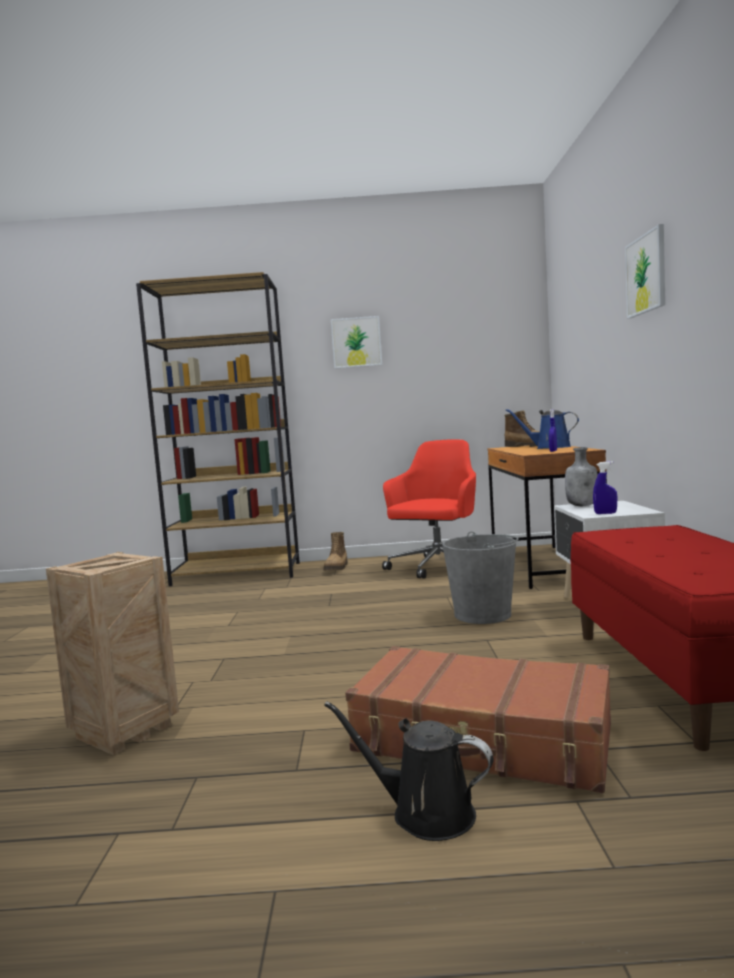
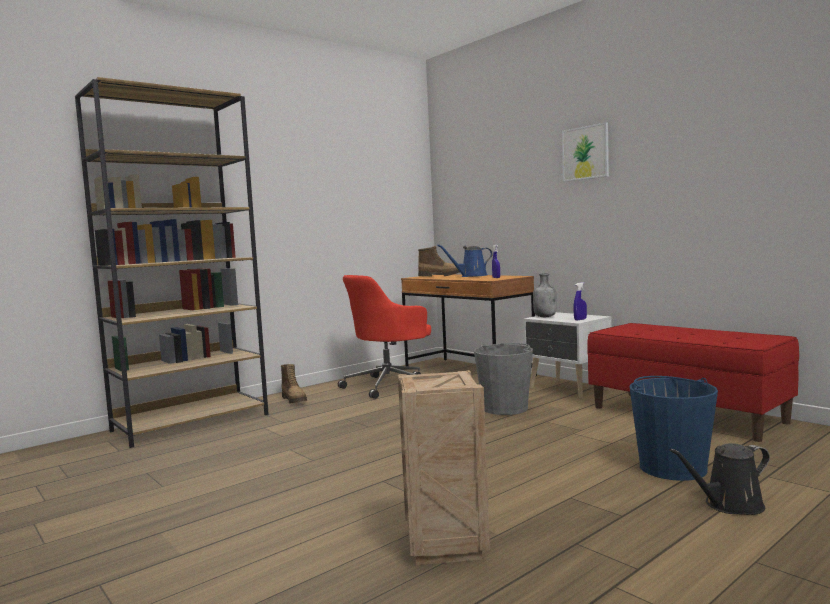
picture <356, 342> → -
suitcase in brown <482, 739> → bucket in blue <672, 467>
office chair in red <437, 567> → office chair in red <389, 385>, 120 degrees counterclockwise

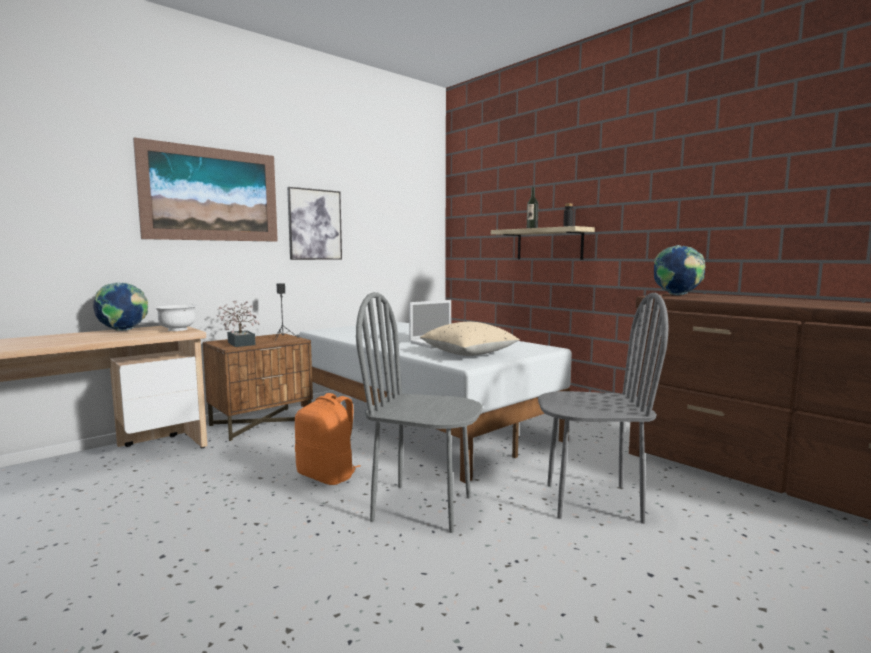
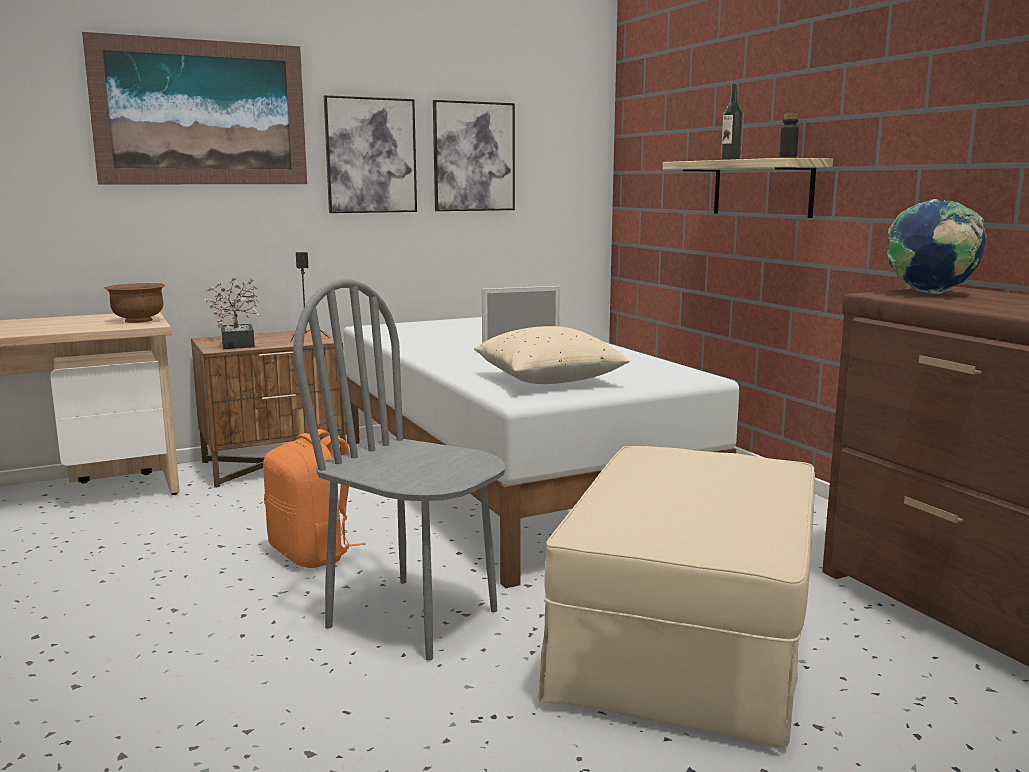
globe <123, 331> → -
bowl in white <177, 330> → bowl in brown <138, 320>
chair in grey <592, 502> → ottoman in beige <688, 644>
- → picture <473, 157>

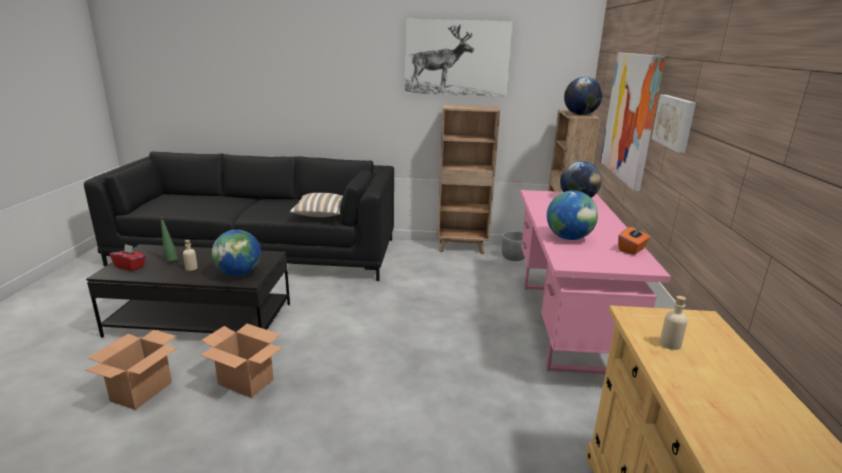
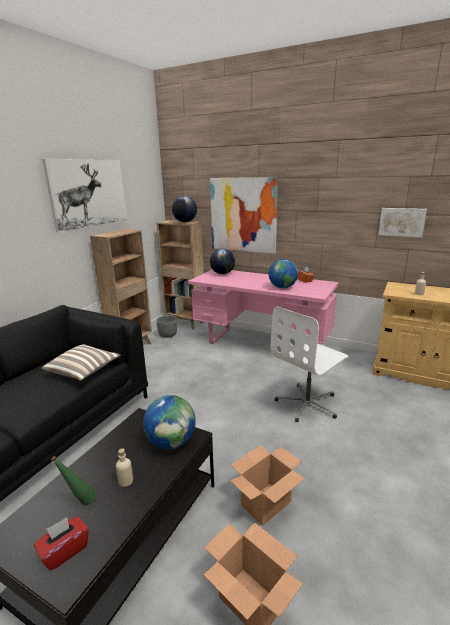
picture <675, 122> → picture <402, 222>, move
- → office chair in white <308, 404>

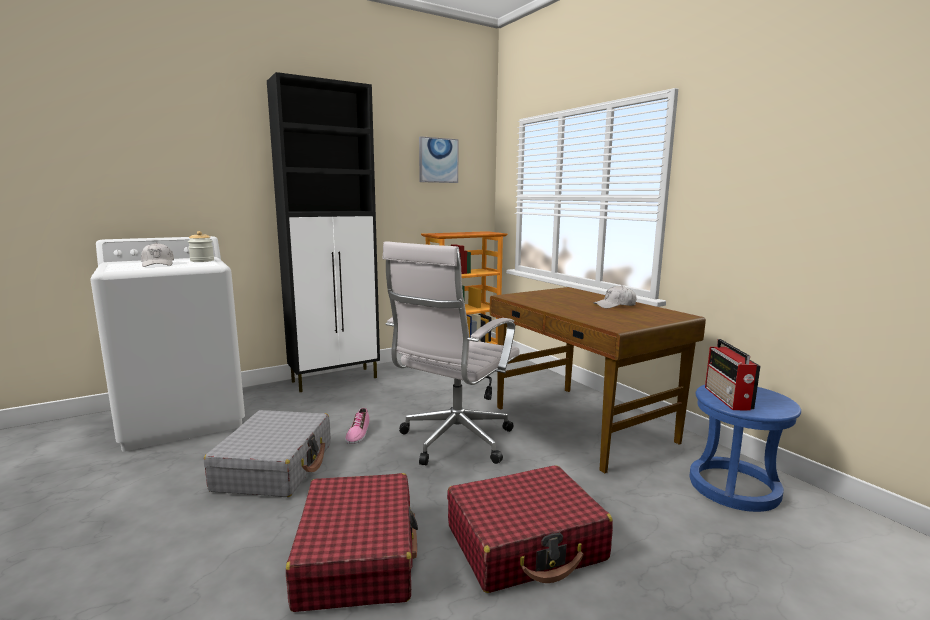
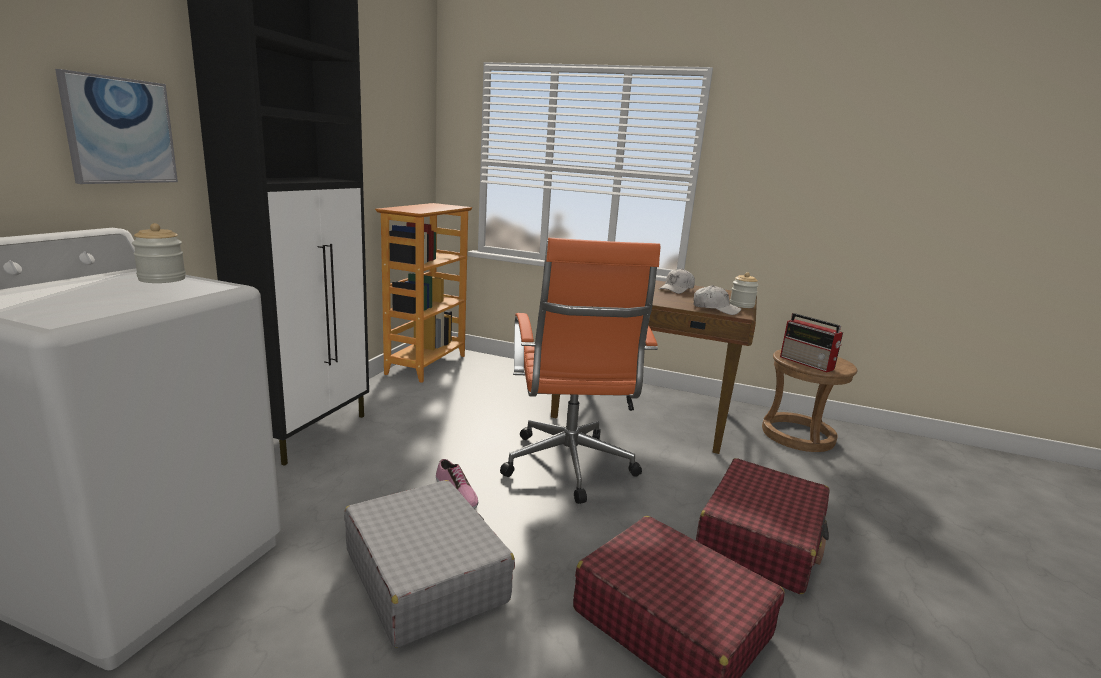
cap in white <158, 264> → cap in white <715, 309>, move
office chair in white <453, 442> → office chair in orange <569, 468>
picture <438, 160> → picture <120, 131>, move
stool in blue <734, 487> → stool in brown <798, 435>
- → jar <741, 305>

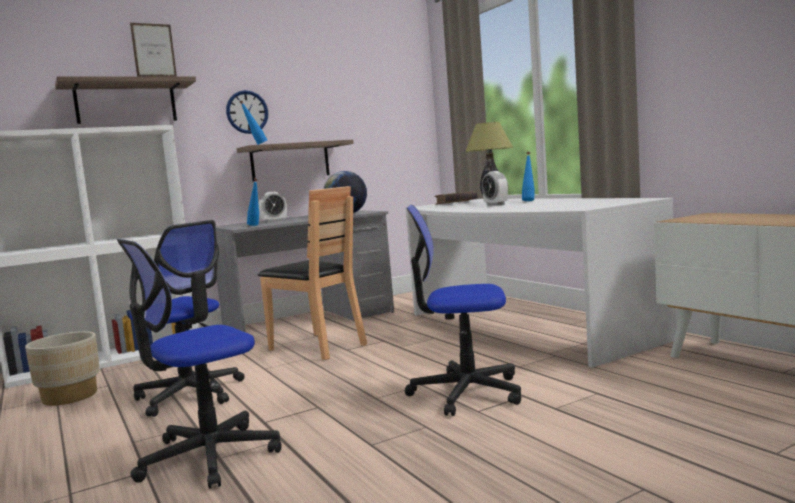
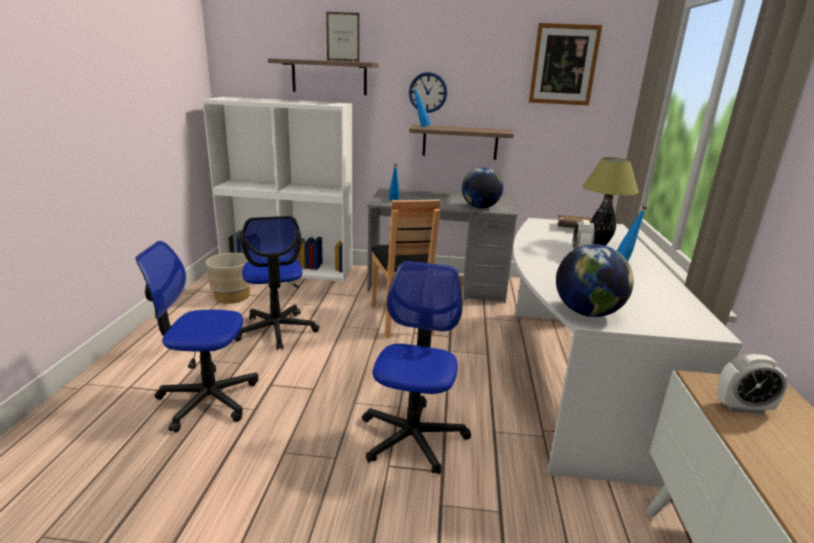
alarm clock <274, 221> → alarm clock <743, 407>, move
office chair <466, 392> → office chair <412, 437>, 60 degrees clockwise
- → picture <564, 65>
- → globe <587, 312>

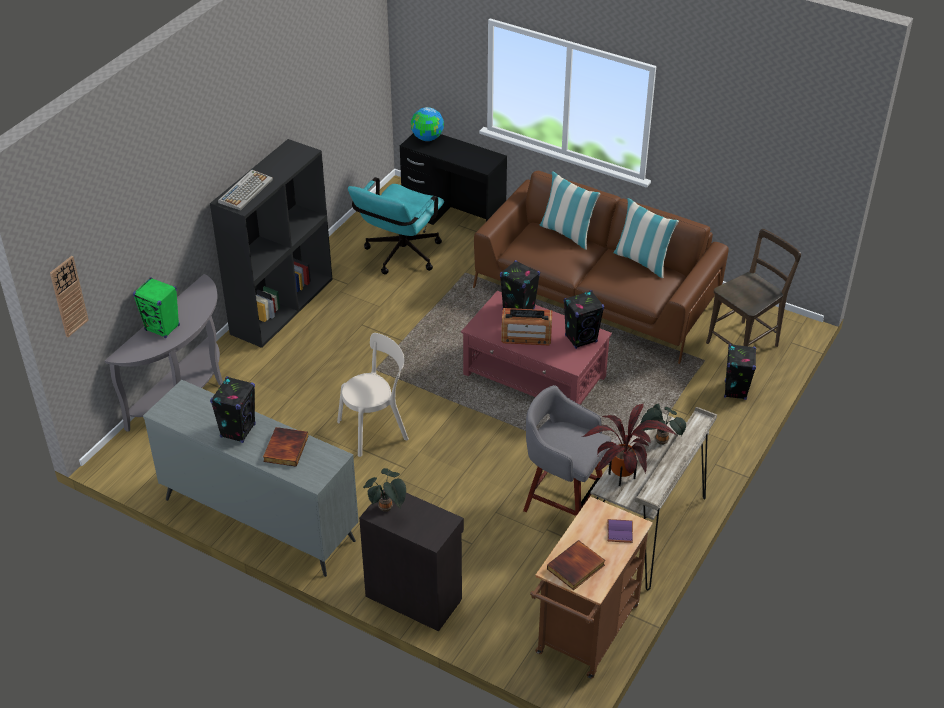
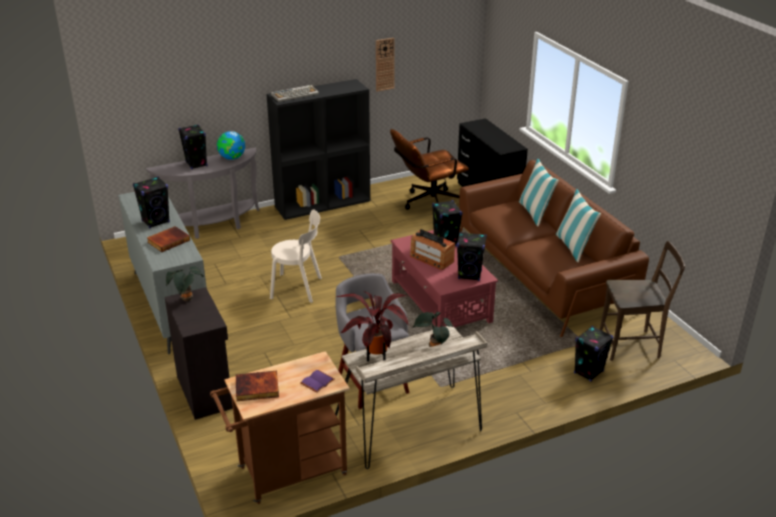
wall clock <68, 296> → wall clock <384, 64>, move
speaker in green <162, 328> → speaker in black <196, 164>
office chair in turquoise <399, 257> → office chair in brown <427, 204>
globe <427, 138> → globe <232, 158>, move

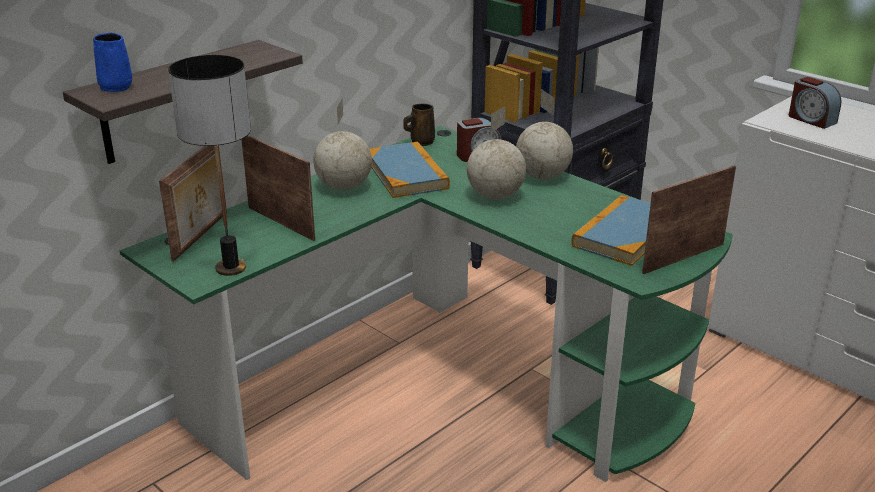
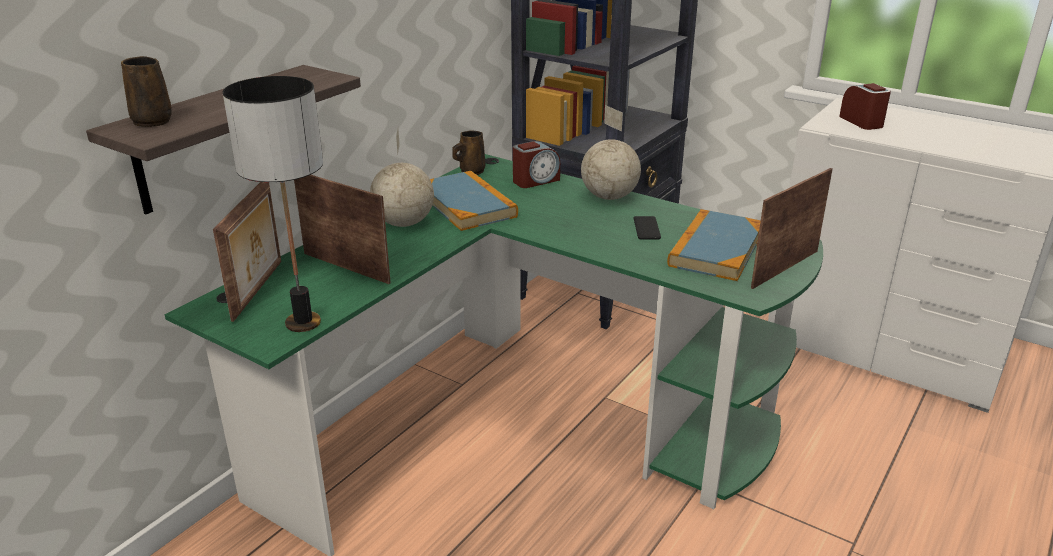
mug in blue <115, 86> → mug in brown <151, 121>
globe <496, 196> → -
alarm clock <811, 119> → alarm clock <862, 122>, 150 degrees counterclockwise
- → phone <646, 228>

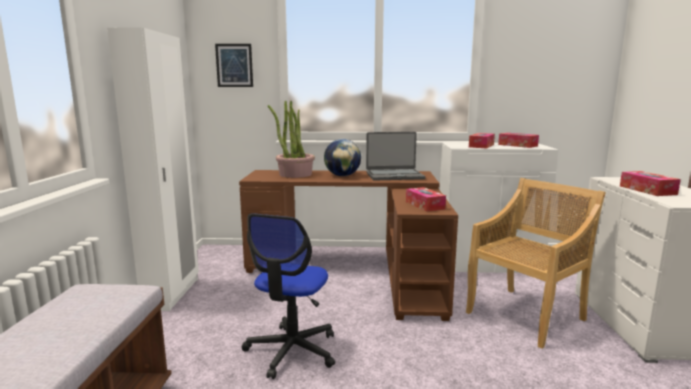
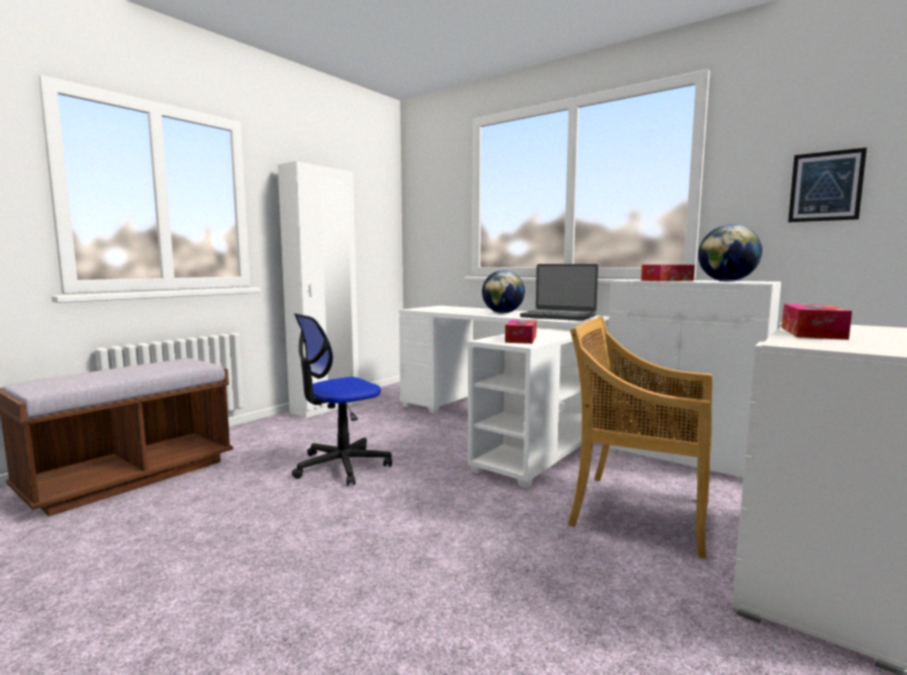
picture <234, 65> → picture <825, 186>, move
desk in brown <358, 271> → desk in white <506, 426>
potted plant <295, 174> → -
chair in beige <525, 315> → chair in beige <638, 512>, 150 degrees counterclockwise
tissue box <517, 145> → globe <727, 281>

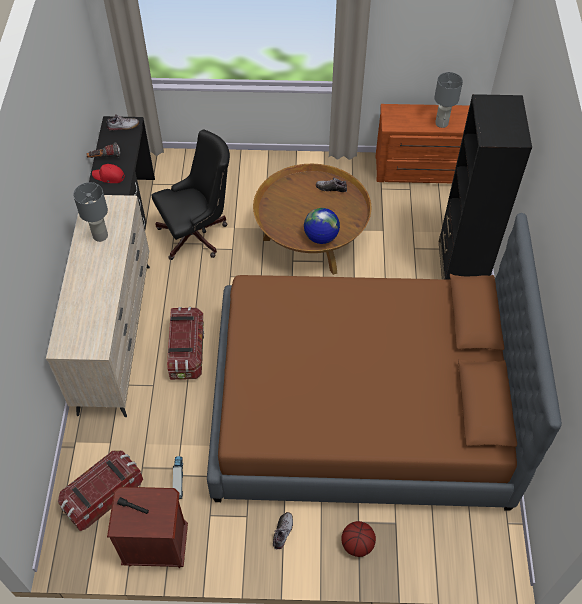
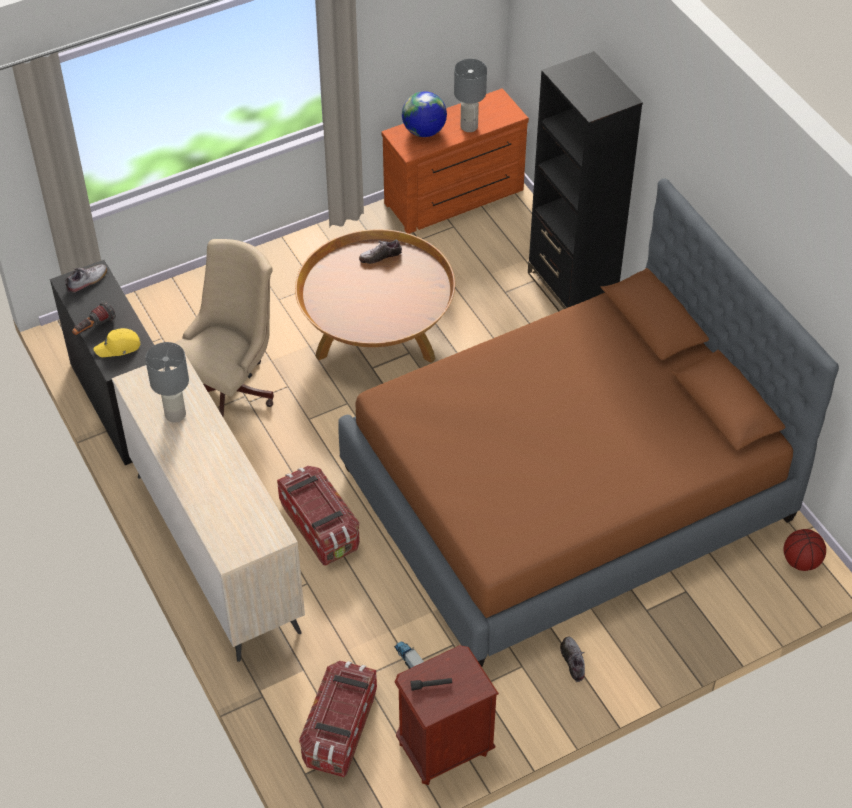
cap in red <109, 176> → cap in yellow <118, 347>
office chair in black <198, 234> → office chair in beige <230, 388>
globe <321, 237> → globe <424, 131>, move
basketball <357, 544> → basketball <801, 561>, move

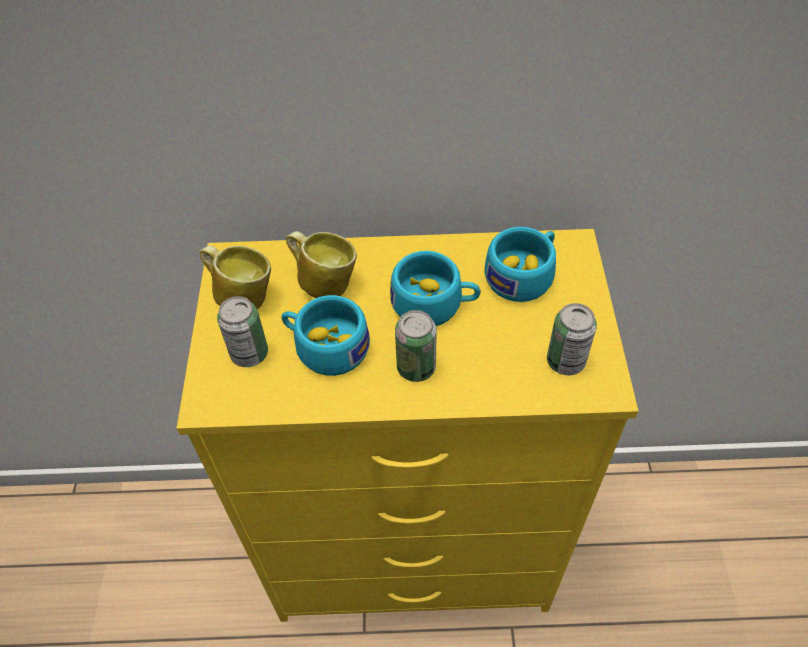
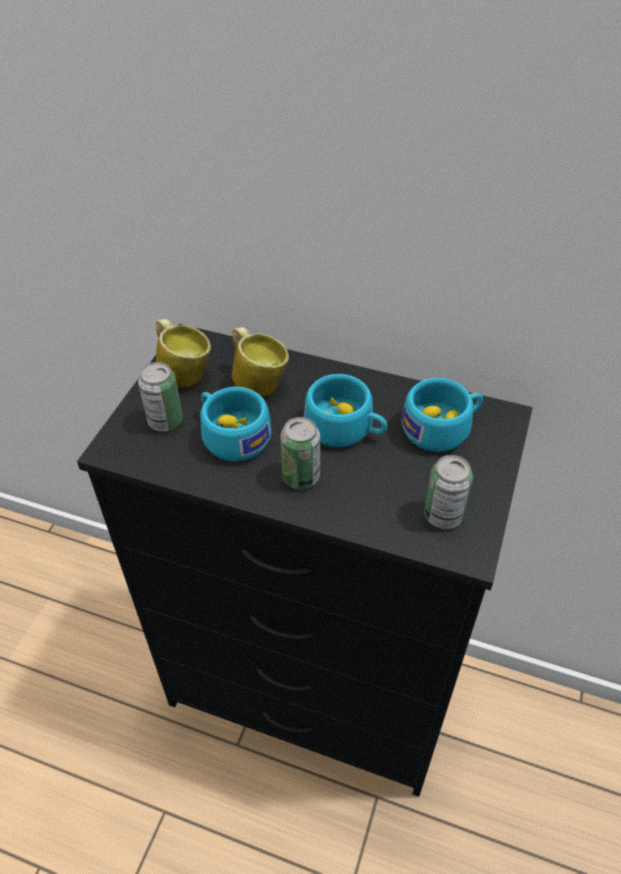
dresser in yellow <415, 549> → dresser in black <314, 688>

